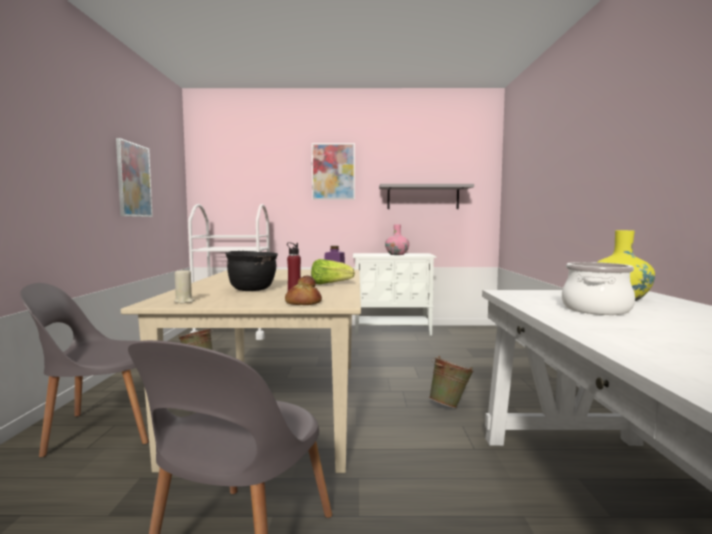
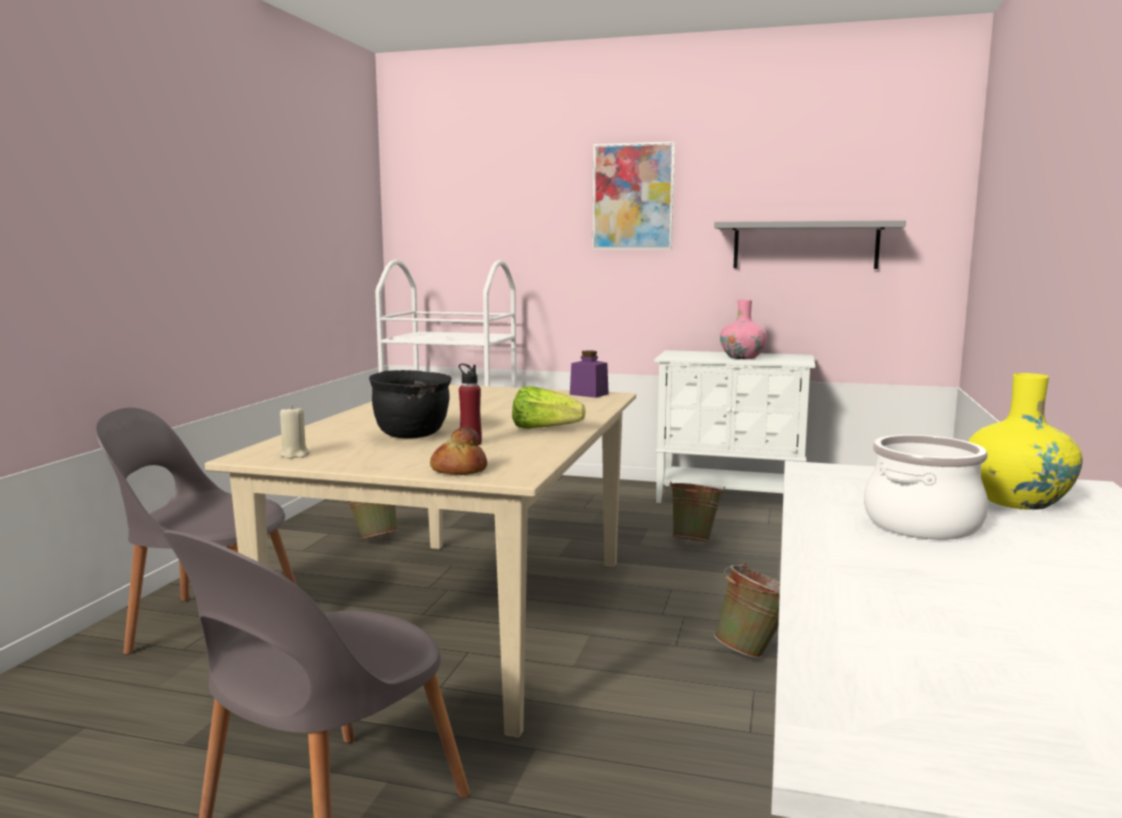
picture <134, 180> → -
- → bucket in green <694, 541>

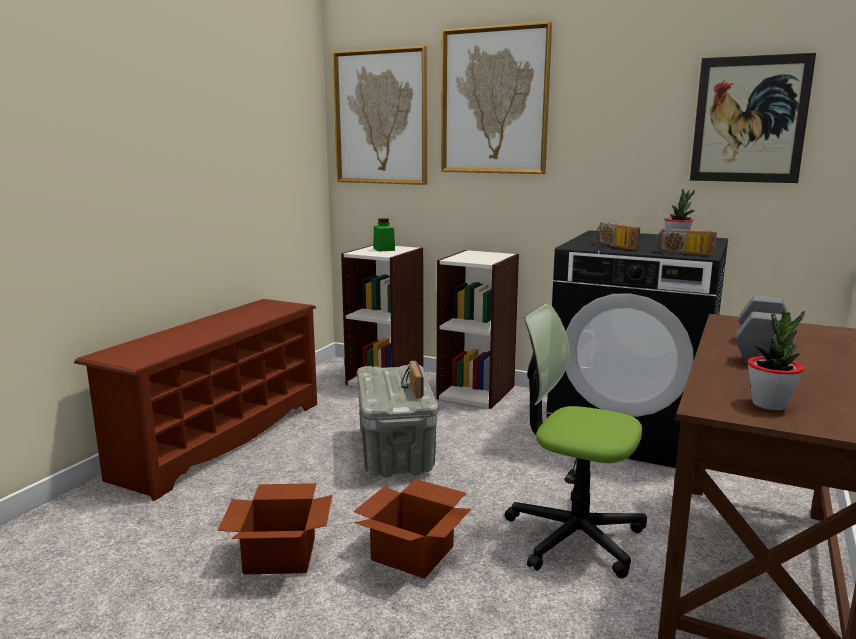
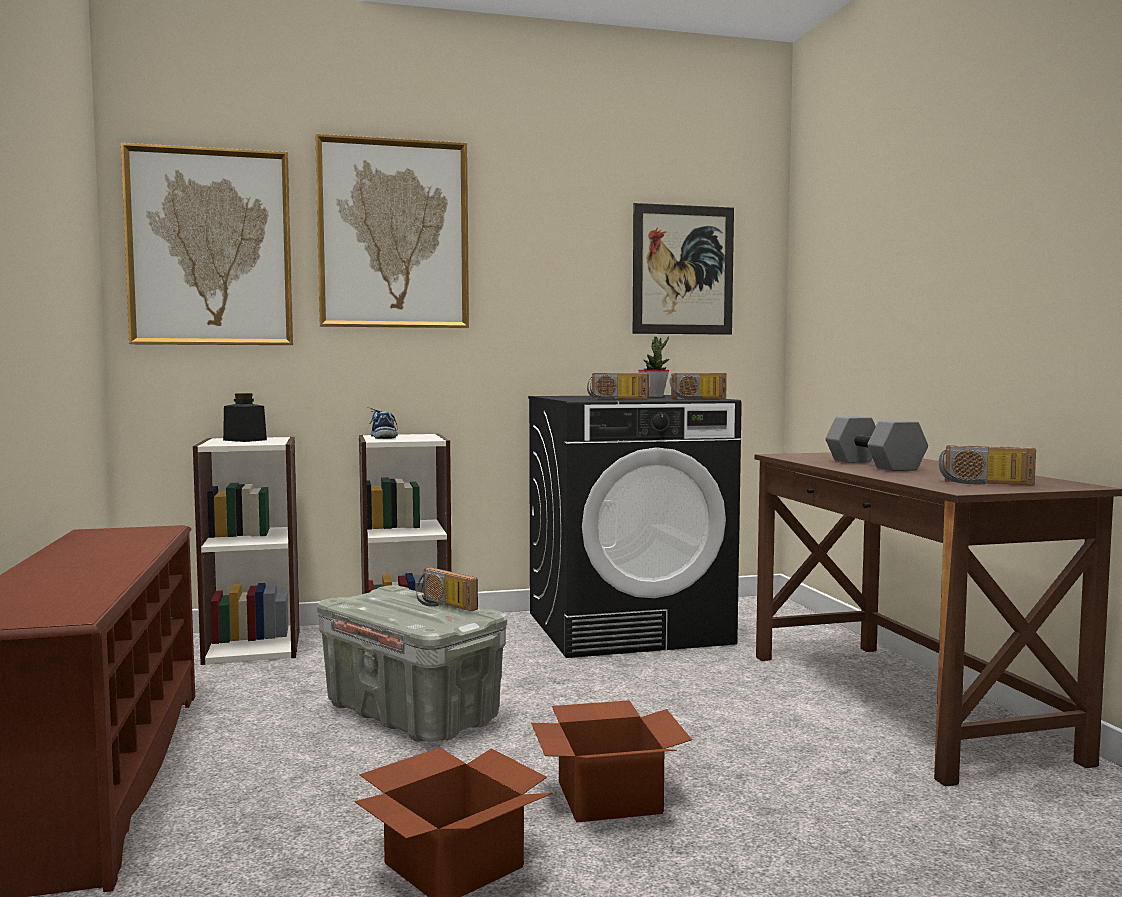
jar in green <384, 249> → jar in black <245, 440>
office chair <574, 536> → -
potted plant <769, 404> → radio <985, 483>
- → shoe <383, 437>

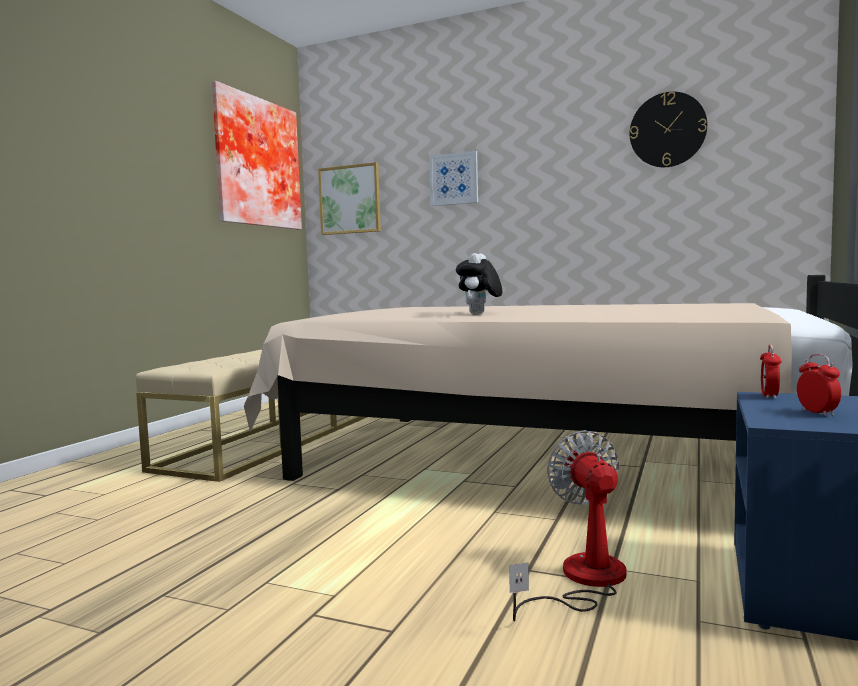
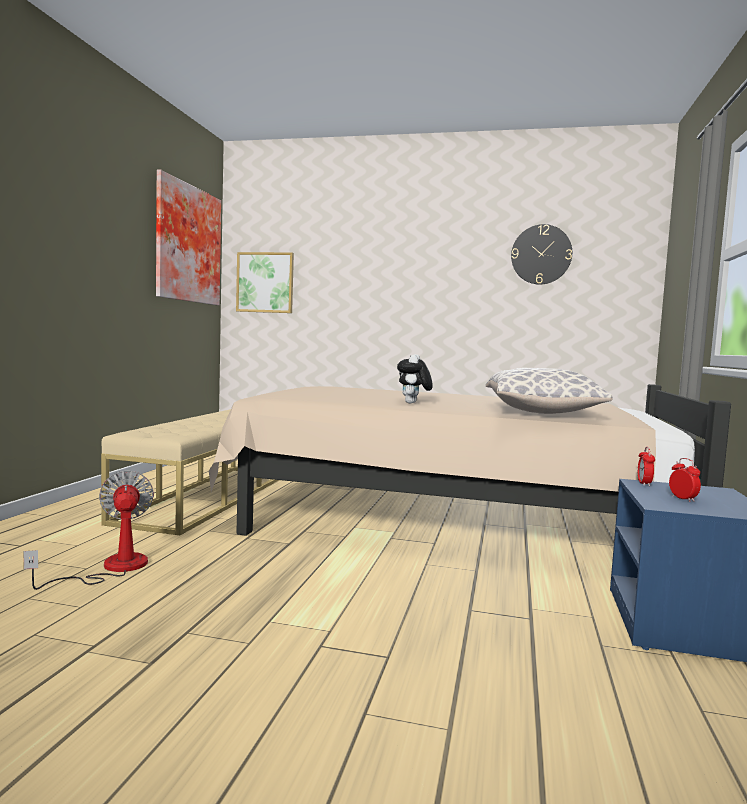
picture <454, 179> → -
fan <582, 581> → fan <111, 569>, move
- → pillow <541, 412>

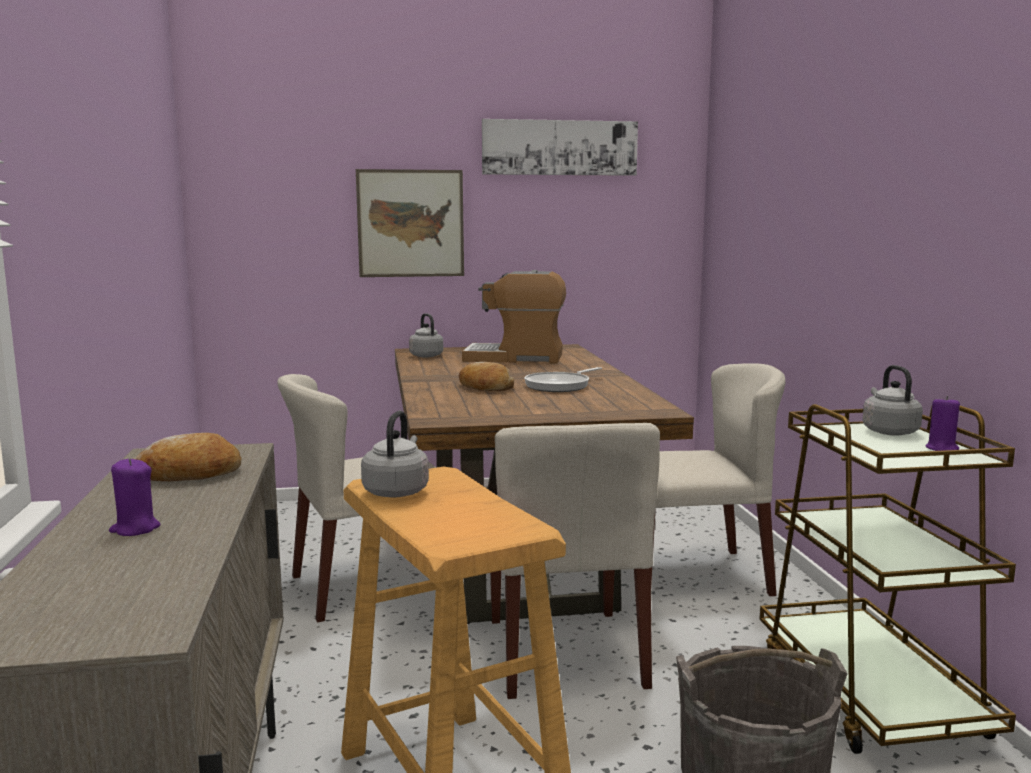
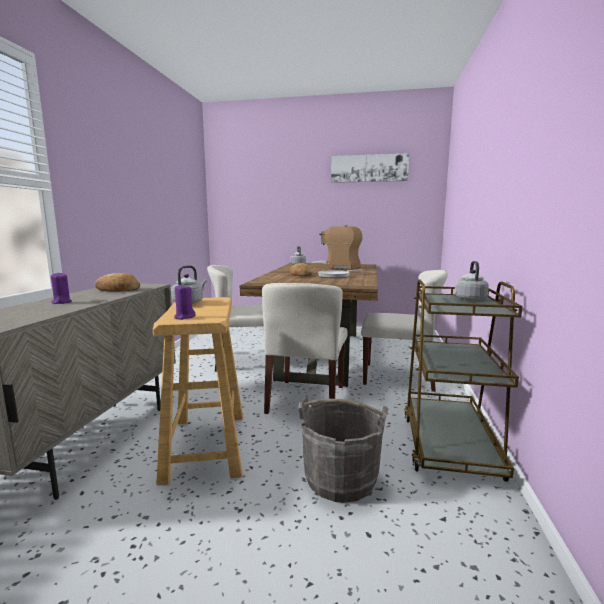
picture <410, 223> → -
candle in purple <942, 449> → candle in purple <184, 317>, move

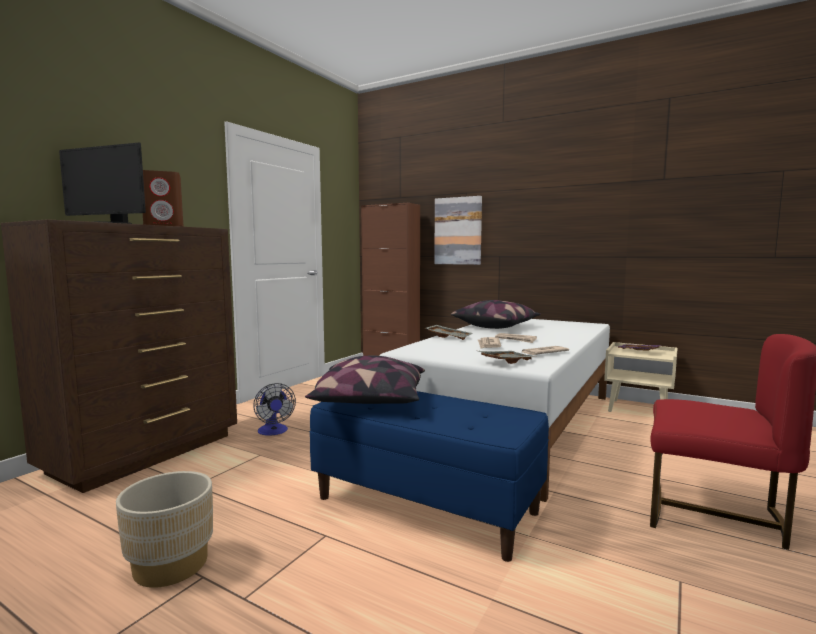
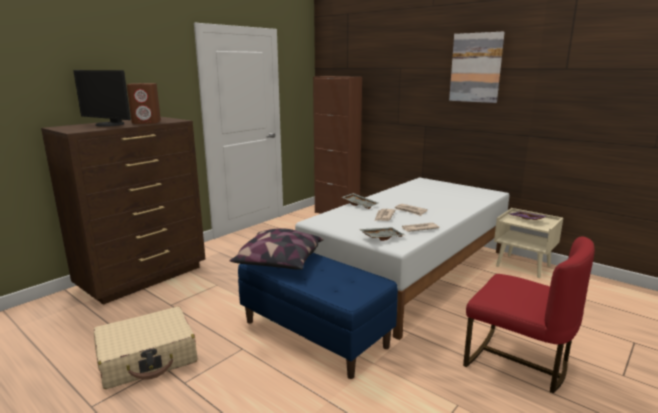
planter in beige <171, 565> → suitcase in beige <148, 358>
fan <274, 432> → -
picture <458, 231> → picture <476, 68>, move
pillow <496, 326> → -

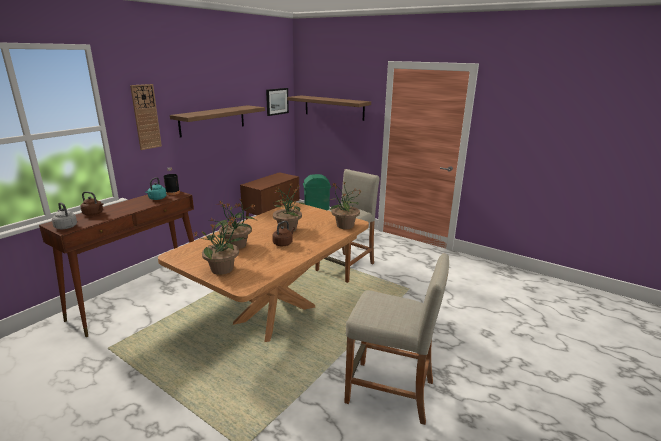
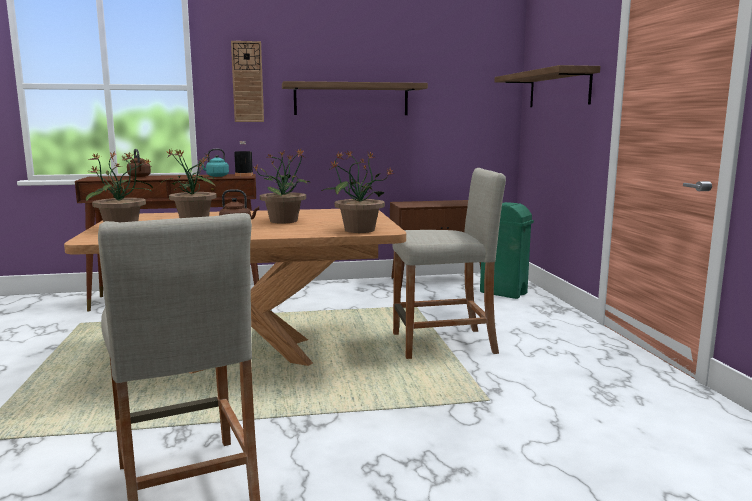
kettle in grey <65, 227> → -
picture <277, 101> → -

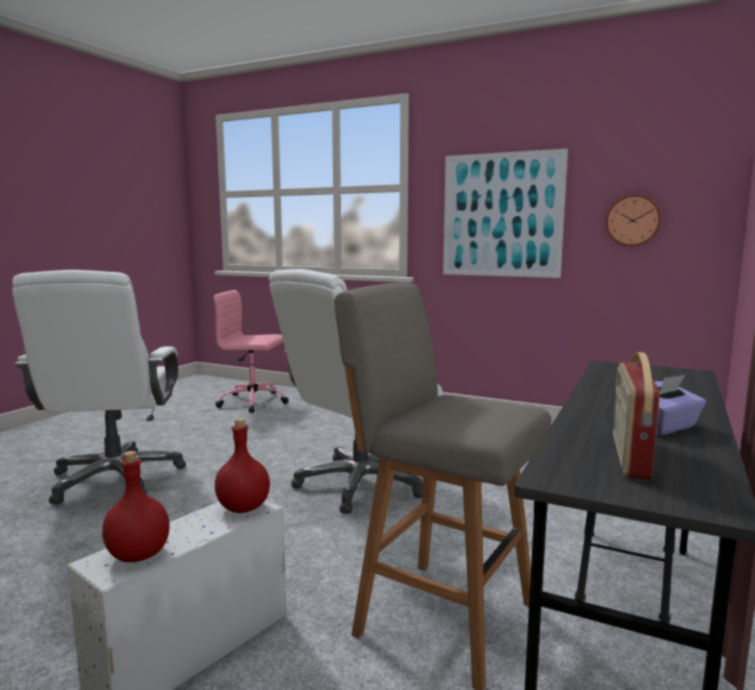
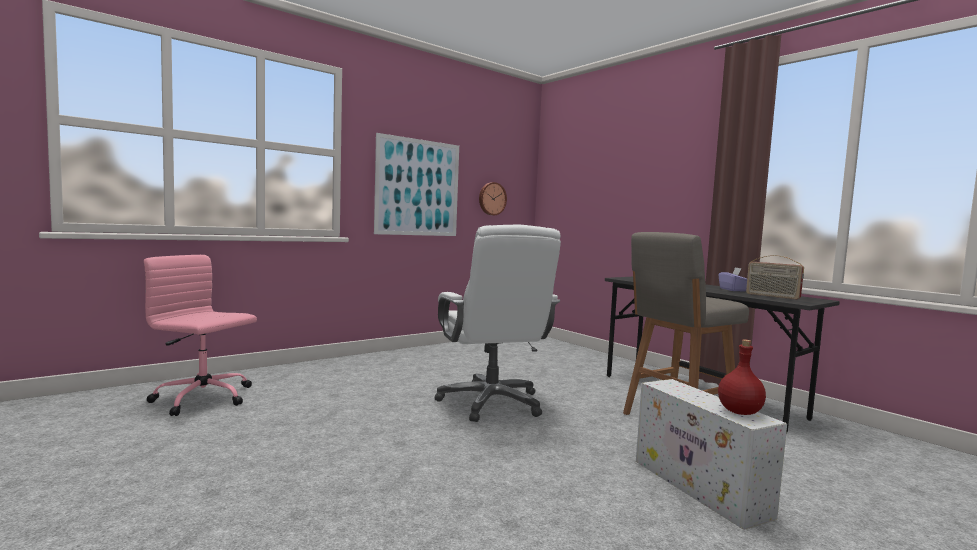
office chair in white <115, 479> → -
office chair in pink <254, 402> → office chair in pink <204, 398>, 75 degrees clockwise
bottle in red <244, 507> → -

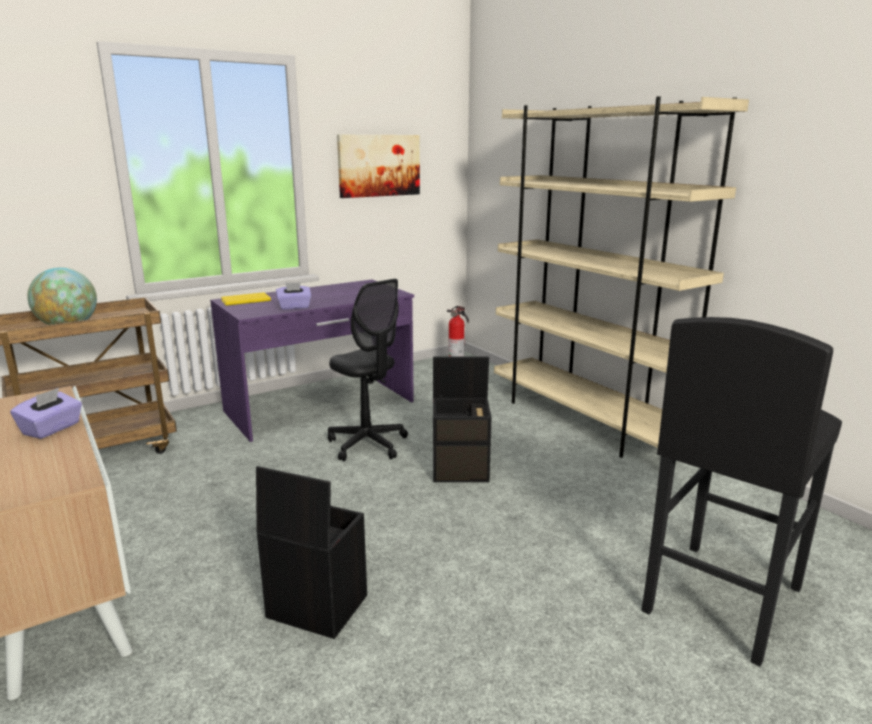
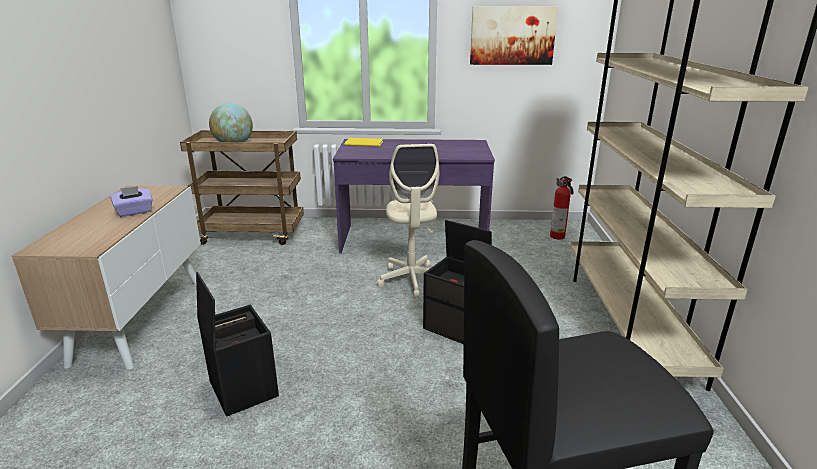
tissue box in purple <294, 307> → -
office chair in black <368, 444> → office chair in beige <411, 280>

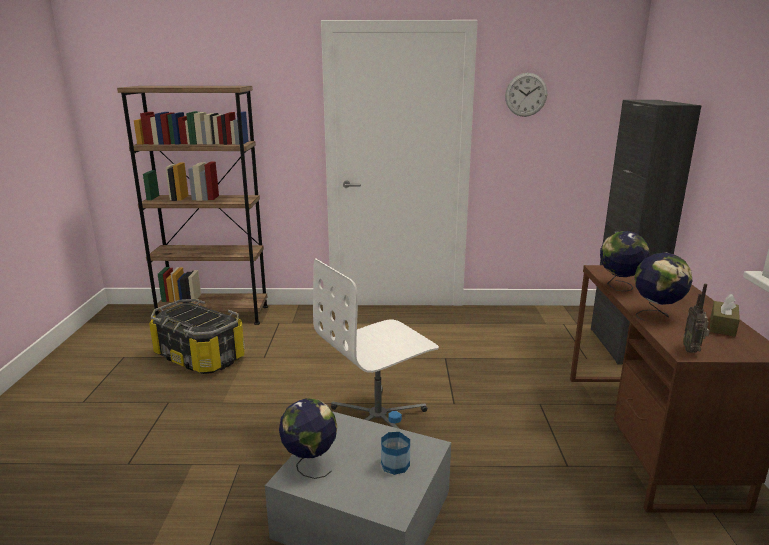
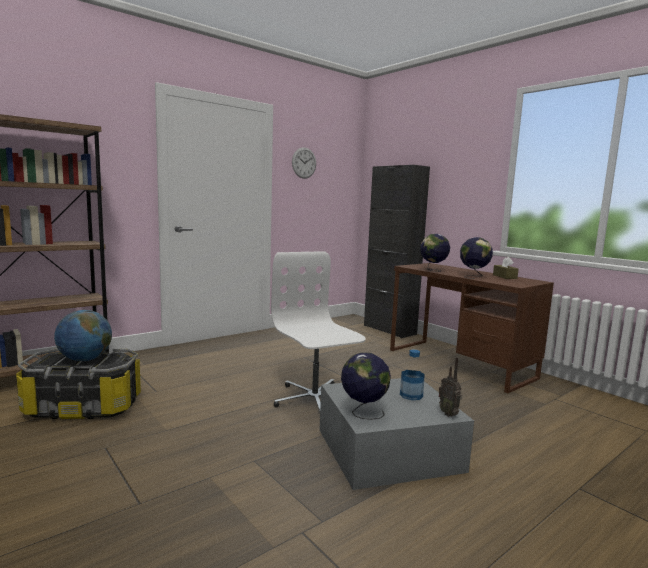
office chair in white <378, 419> → office chair in white <314, 399>, 135 degrees clockwise
radio <692, 350> → radio <449, 414>, move
- → globe <85, 359>

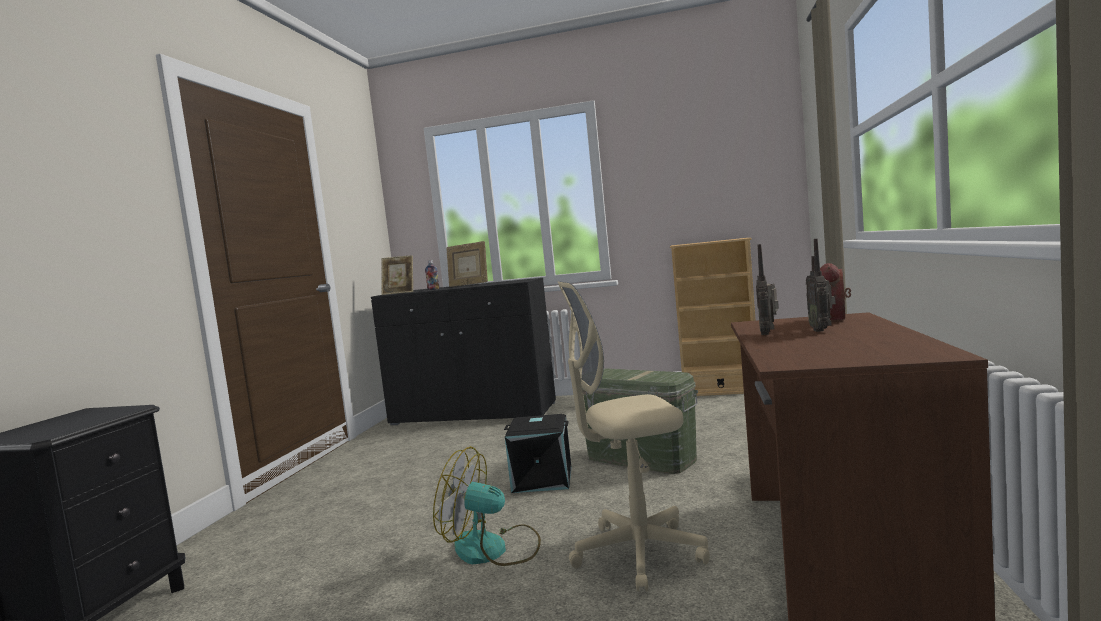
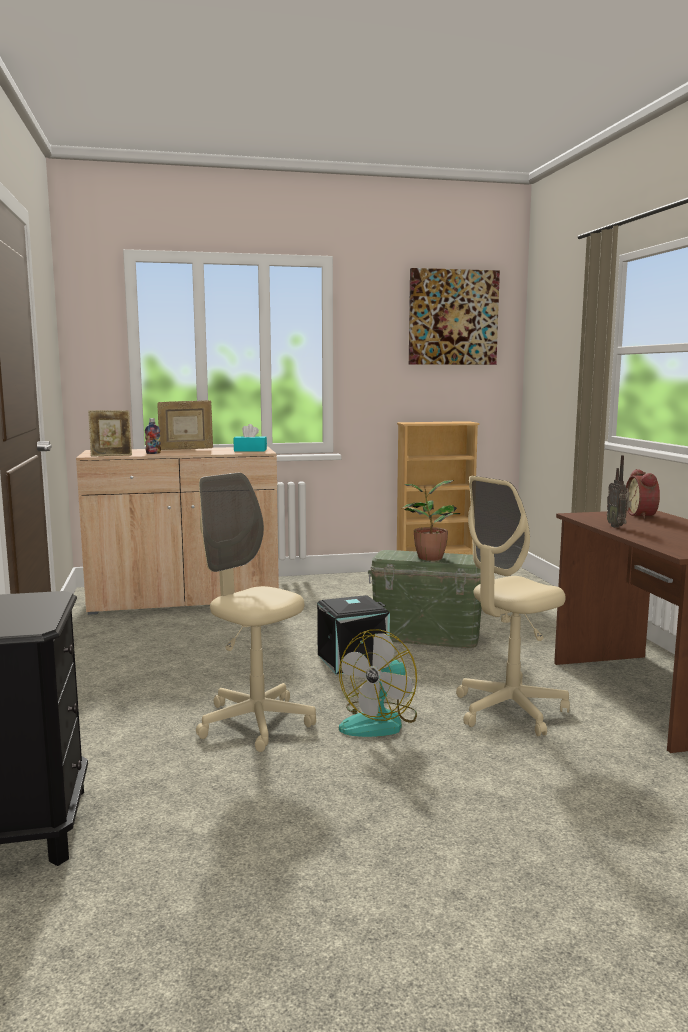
cabinet in black <473, 414> → cabinet in beige <184, 599>
fan <493, 549> → fan <380, 721>, 45 degrees counterclockwise
radio <822, 330> → -
- → office chair in beige <255, 723>
- → tissue box in turquoise <250, 450>
- → potted plant <428, 557>
- → picture <452, 317>

